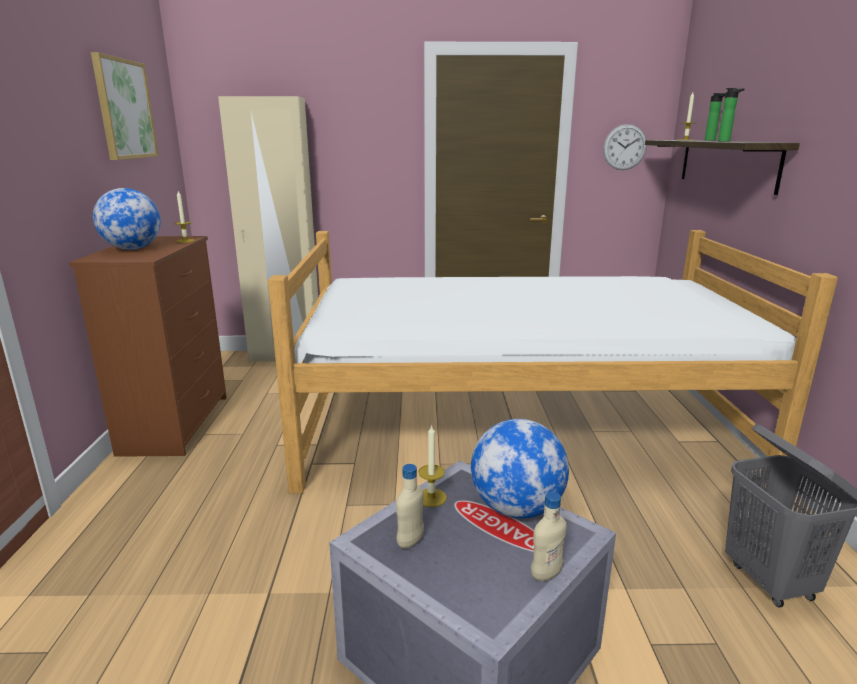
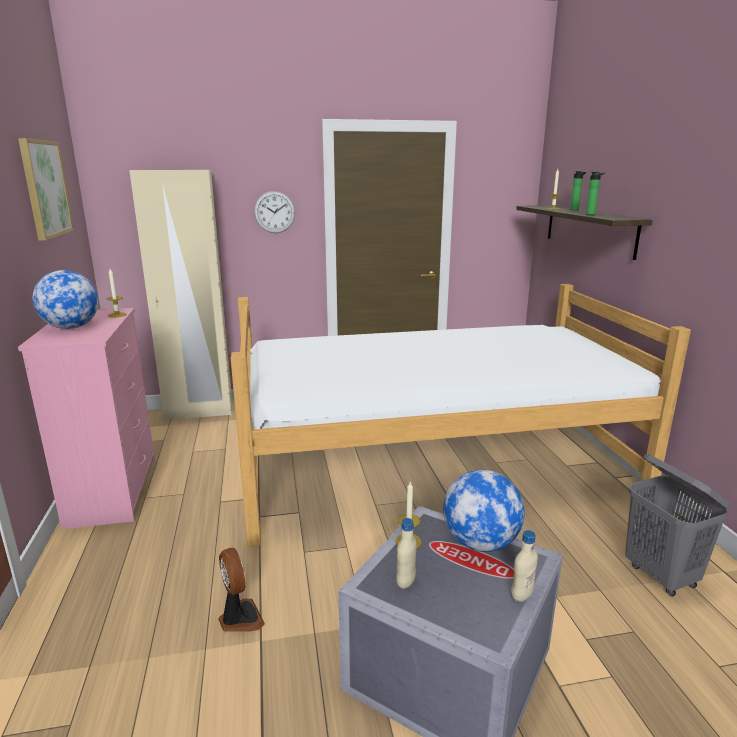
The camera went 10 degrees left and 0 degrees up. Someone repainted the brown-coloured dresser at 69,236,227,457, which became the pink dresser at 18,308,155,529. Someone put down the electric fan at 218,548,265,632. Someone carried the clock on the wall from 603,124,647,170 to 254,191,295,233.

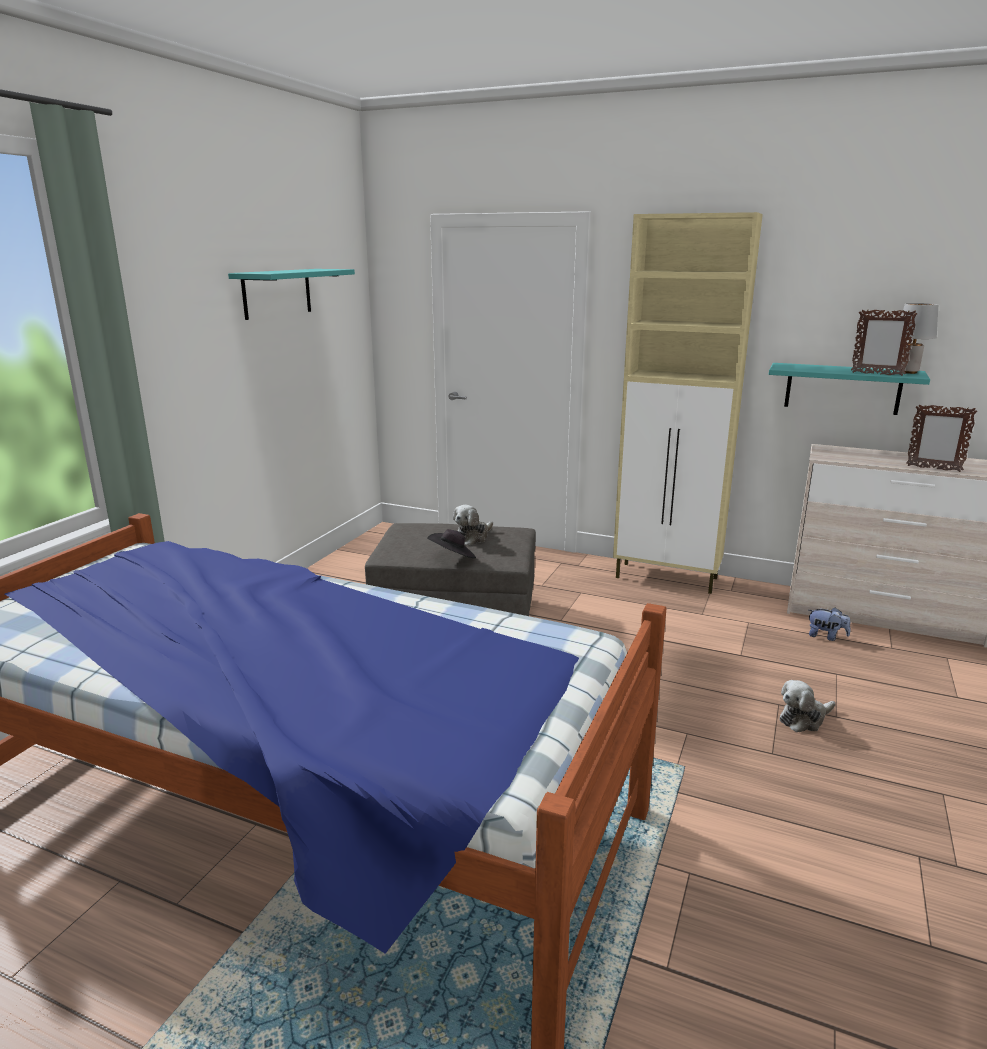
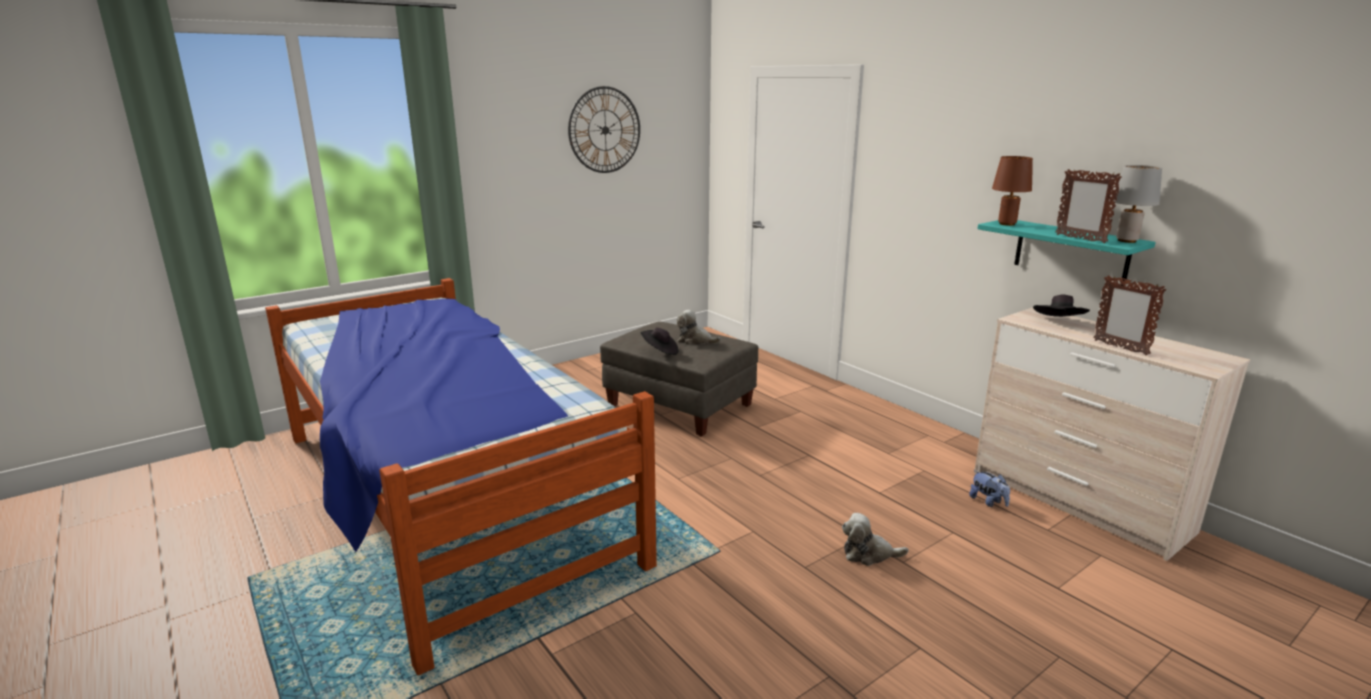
The camera went 30 degrees right and 0 degrees up. Someone swapped the turquoise-coloured shelf at 228,269,355,320 for the clock on the wall at 568,86,640,173. Someone rotated the plush toy at 453,505,493,546 by 45 degrees clockwise. Someone put down the brown-coloured tabletop lamp at 992,156,1033,226. Someone put down the blackish hat at 1033,294,1090,317. Someone took away the beige cupboard at 613,212,763,594.

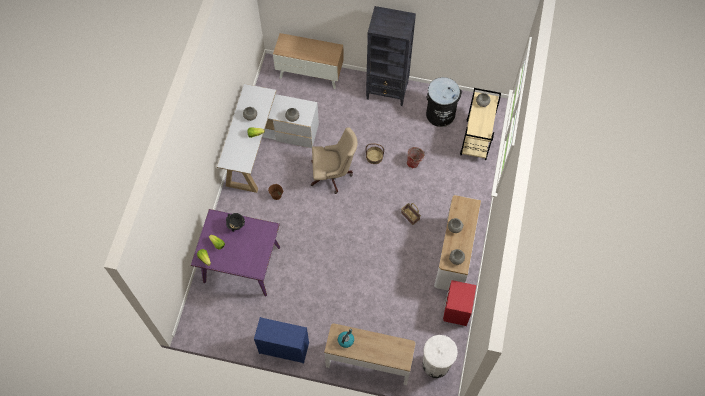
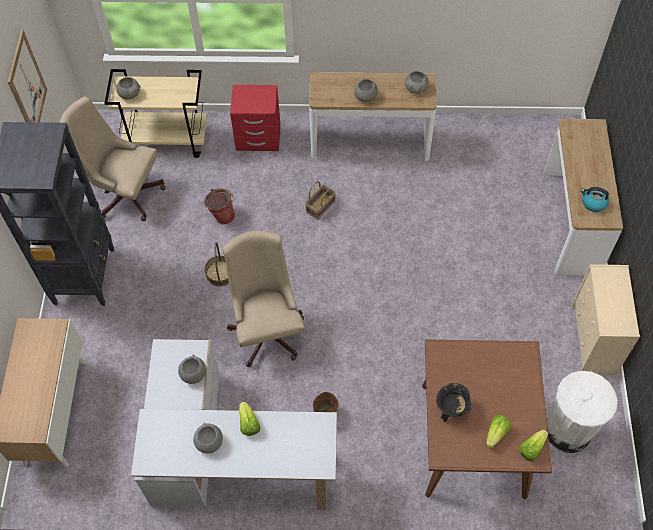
The camera went 100 degrees left and 5 degrees down. Someone put up the wall picture at 8,29,47,122. Someone swapped the blackish trash can at 426,77,462,127 for the beige desk chair at 59,97,166,221. Someone carried the red-coloured bedside table from 443,280,476,326 to 230,85,281,151. Someone repainted the purple-coloured dinner table at 191,209,281,297, which became the brown-coloured dinner table at 422,340,552,500. Someone carried the white trash can from 423,335,458,378 to 547,371,618,453. Someone repainted the bluish dresser at 254,317,309,364, which became the beige dresser at 571,264,640,375.

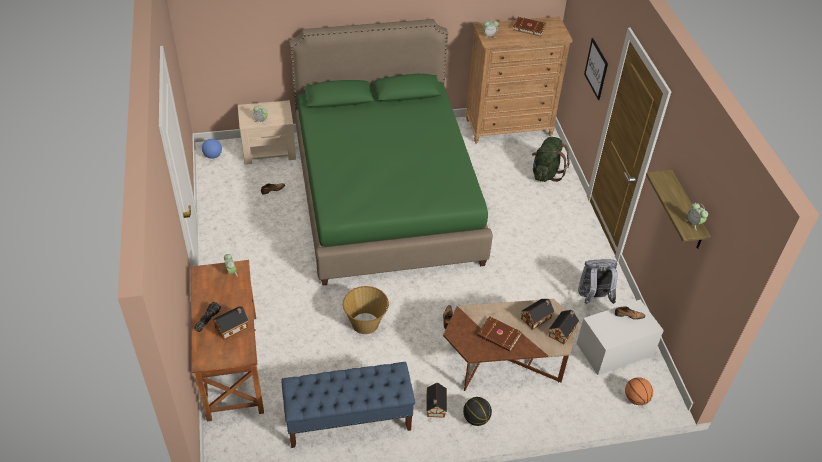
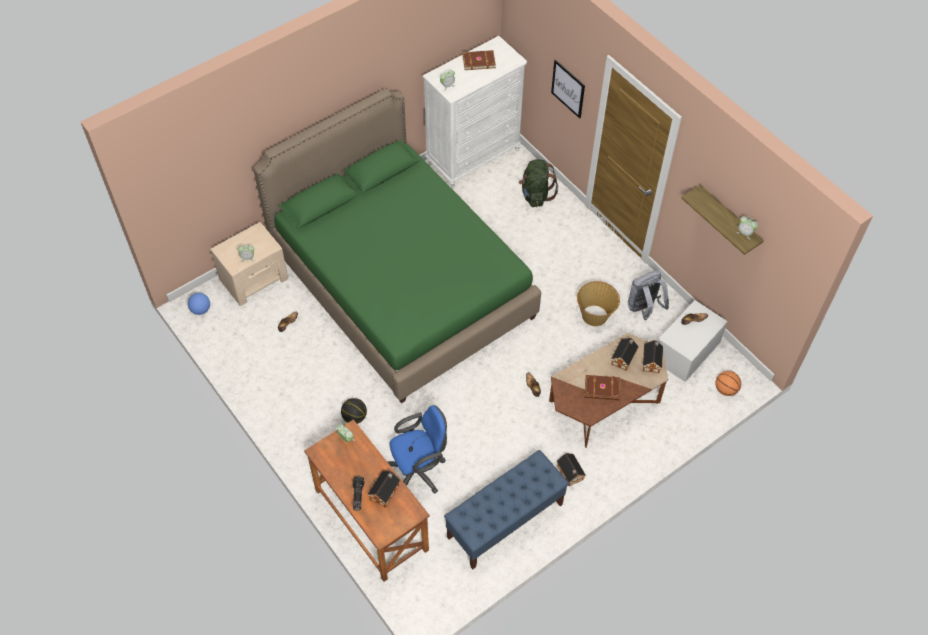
The camera went 25 degrees left and 10 degrees up. Someone carried the basketball from 463,397,492,426 to 341,398,367,424. Someone put down the bluish desk chair at 387,405,447,494. Someone repainted the brown-coloured dresser at 465,16,572,144, which became the white dresser at 422,36,527,188. Someone carried the household basket from 343,286,389,334 to 577,281,620,326.

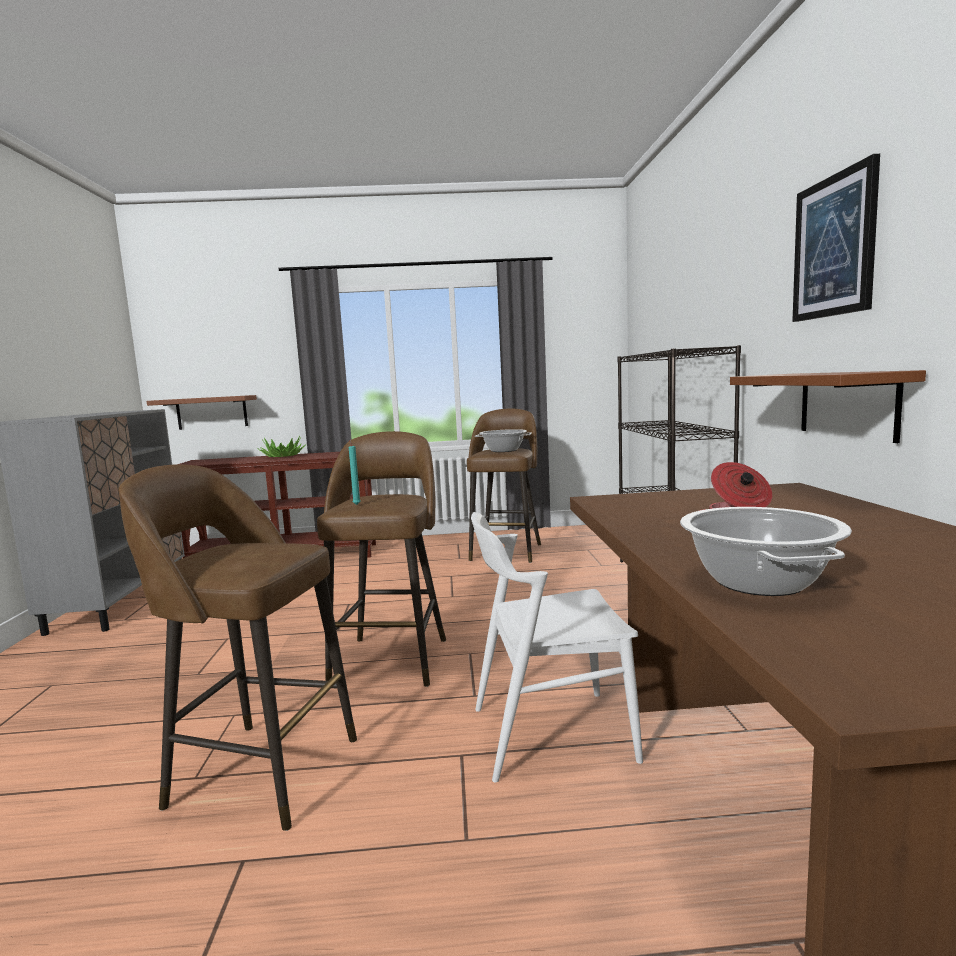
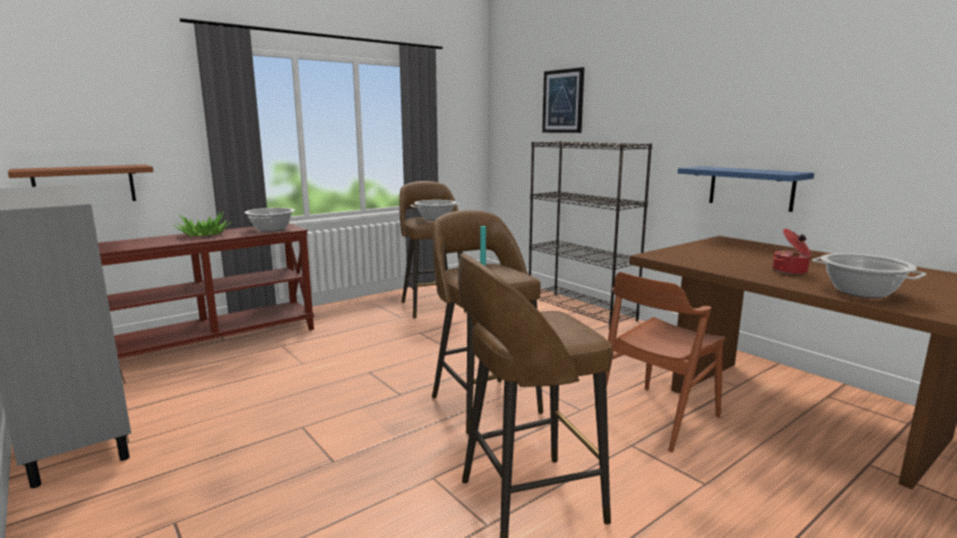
The camera went 35 degrees left and 5 degrees up. Someone put down the stockpot at 244,208,295,232. Someone carried the wall picture from 792,154,880,322 to 542,67,584,133. Someone repainted the white chair at 471,512,643,783, which became the brown-coloured chair at 606,272,726,452. Someone repainted the brown-coloured shelf at 730,370,926,443, which became the bluish shelf at 678,166,814,212.

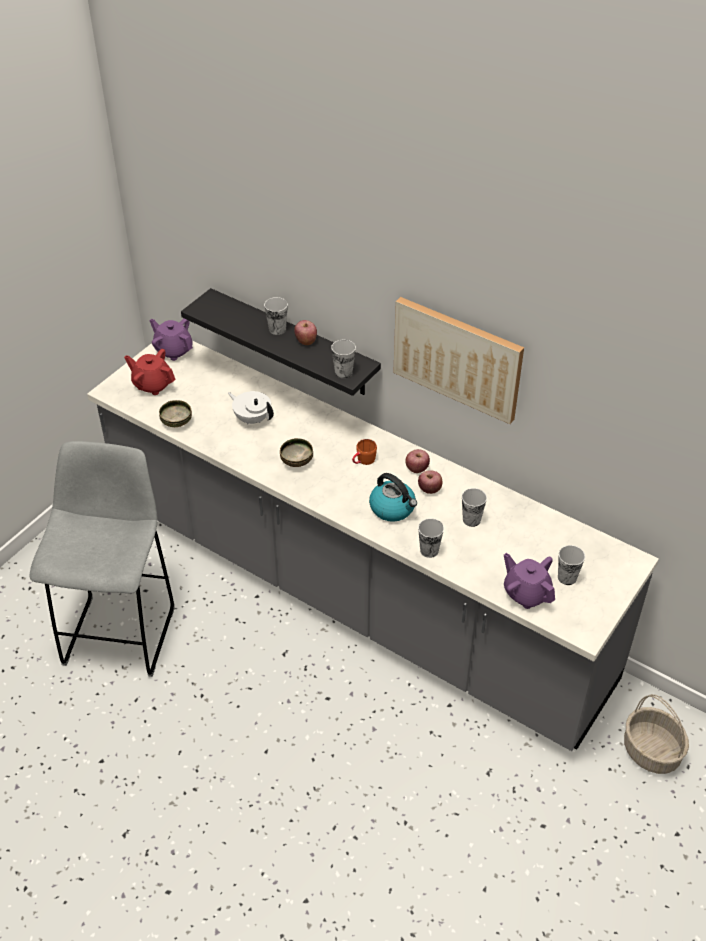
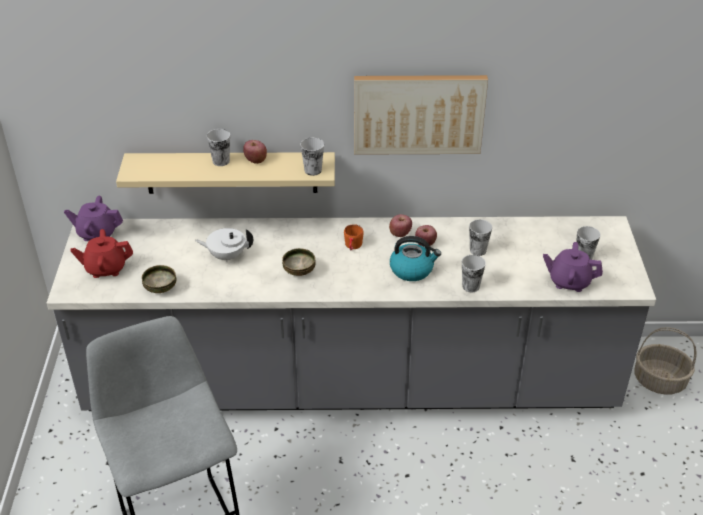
The camera went 35 degrees left and 5 degrees down. Someone repainted the blackish shelf at 181,288,381,396, which became the beige shelf at 116,152,335,194.

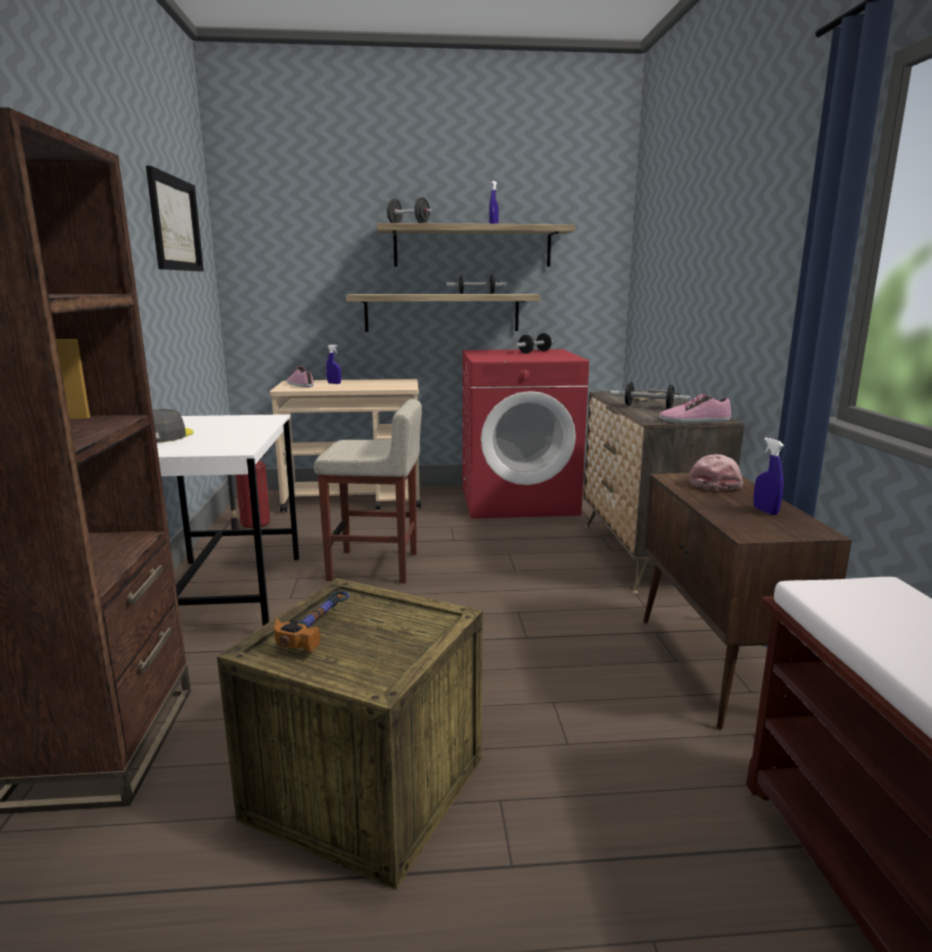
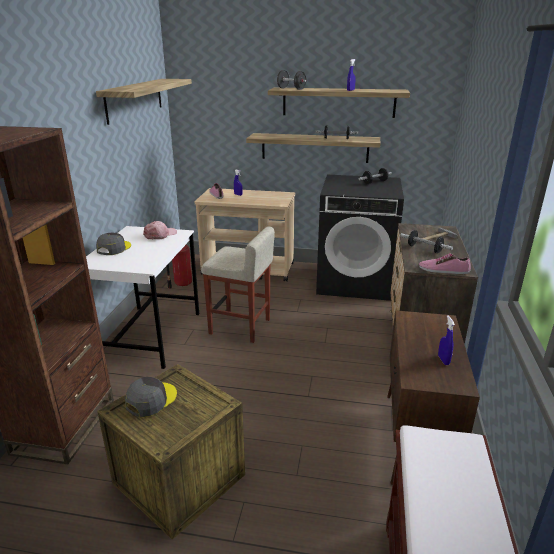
The camera went 15 degrees right and 10 degrees up. Someone swapped the wall picture at 146,166,204,271 for the shelf at 96,79,192,125. Someone swapped the hand hammer at 274,591,350,653 for the greyish cap at 125,377,177,417. Someone carried the pink cap from 689,454,744,491 to 143,221,177,239. Someone repainted the red-coloured washing machine at 462,349,589,519, which became the blackish washing machine at 316,175,404,301.

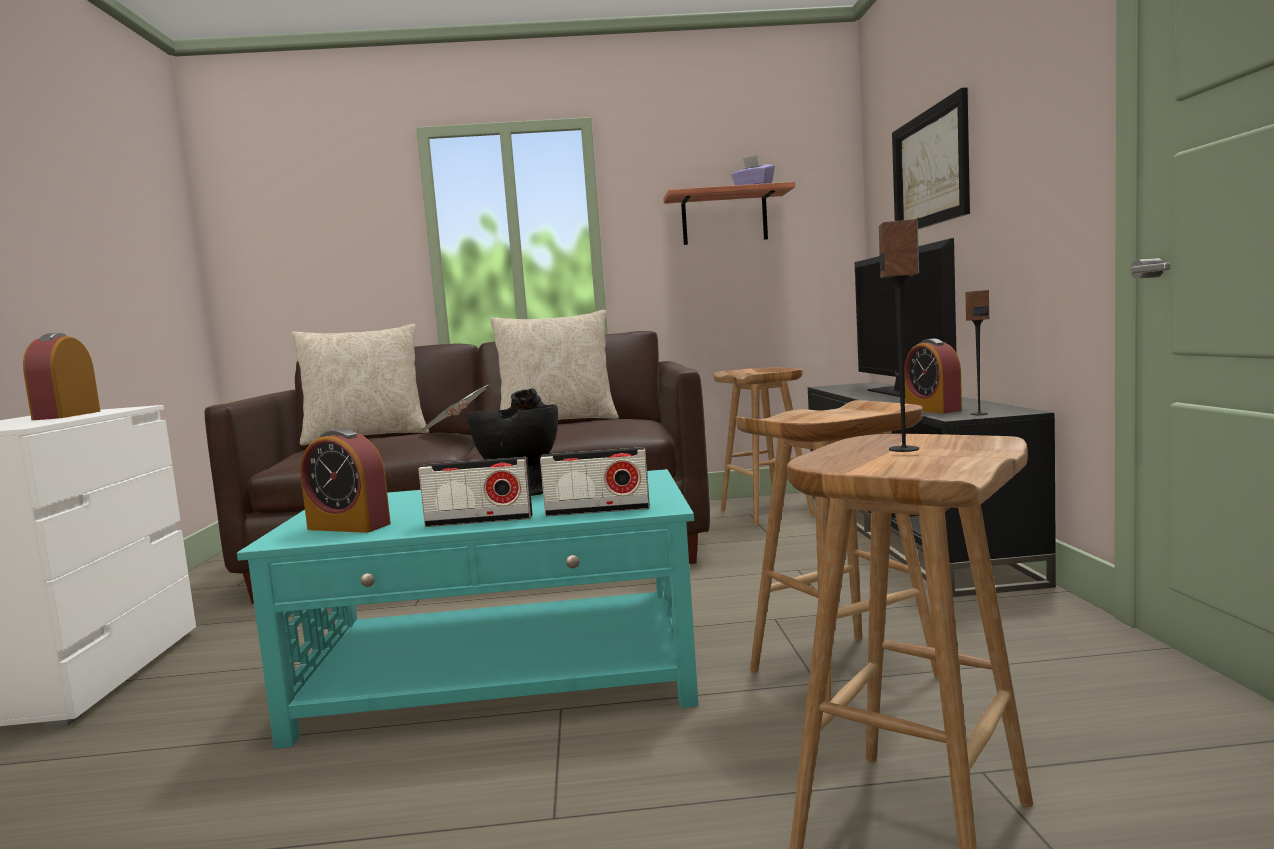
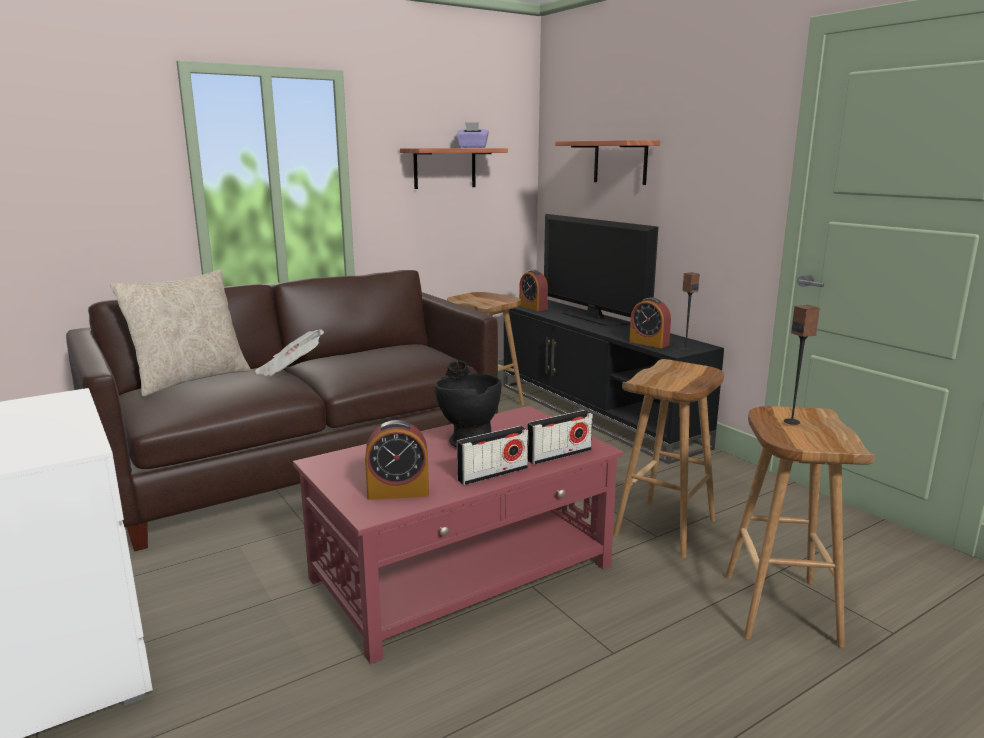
The camera went 30 degrees left and 10 degrees up. Someone repainted the turquoise-coloured lounge table at 237,469,699,749, which became the red-coloured lounge table at 293,406,623,664. Someone carried the alarm clock from 23,333,100,420 to 519,270,548,311. Someone swapped the wall picture at 892,87,970,230 for the shelf at 555,140,660,185. Someone took away the beige pillow at 490,310,619,420.

